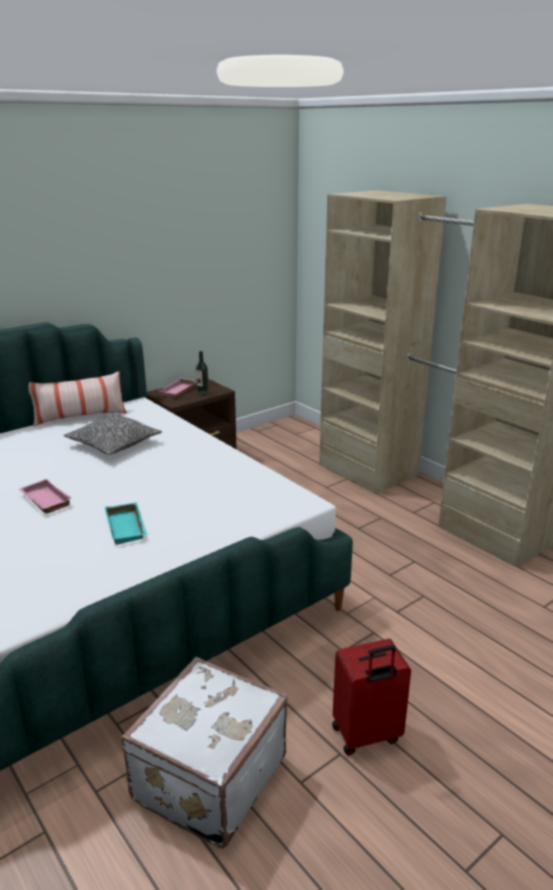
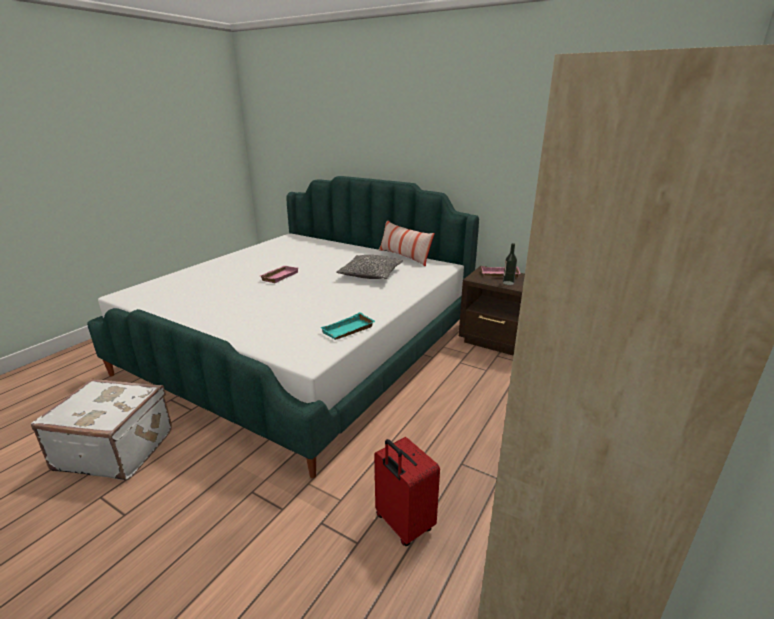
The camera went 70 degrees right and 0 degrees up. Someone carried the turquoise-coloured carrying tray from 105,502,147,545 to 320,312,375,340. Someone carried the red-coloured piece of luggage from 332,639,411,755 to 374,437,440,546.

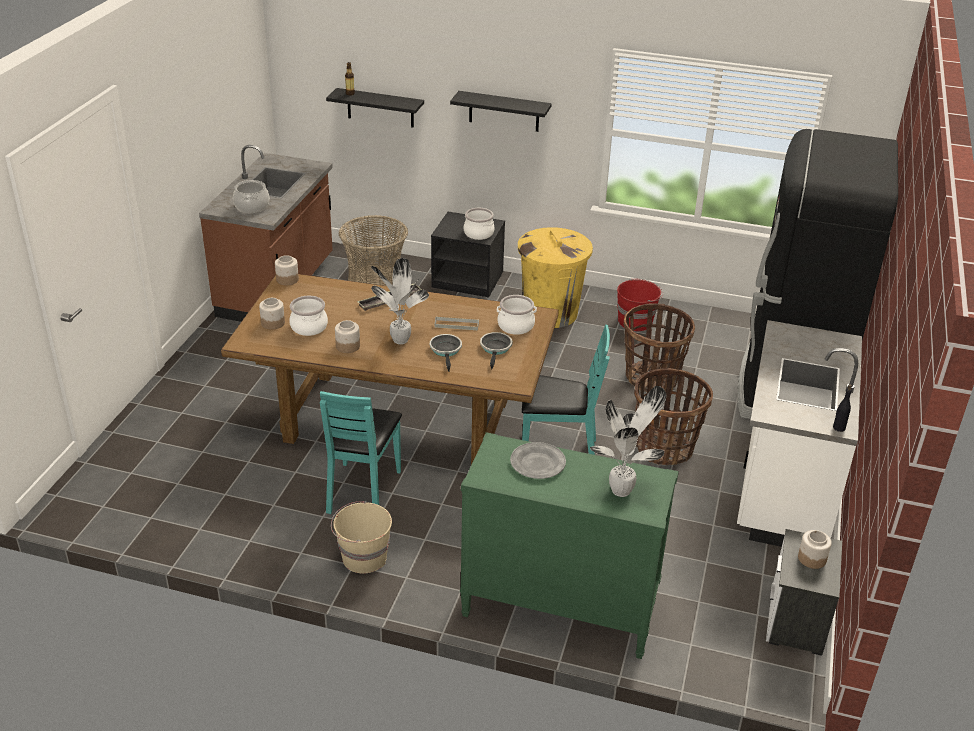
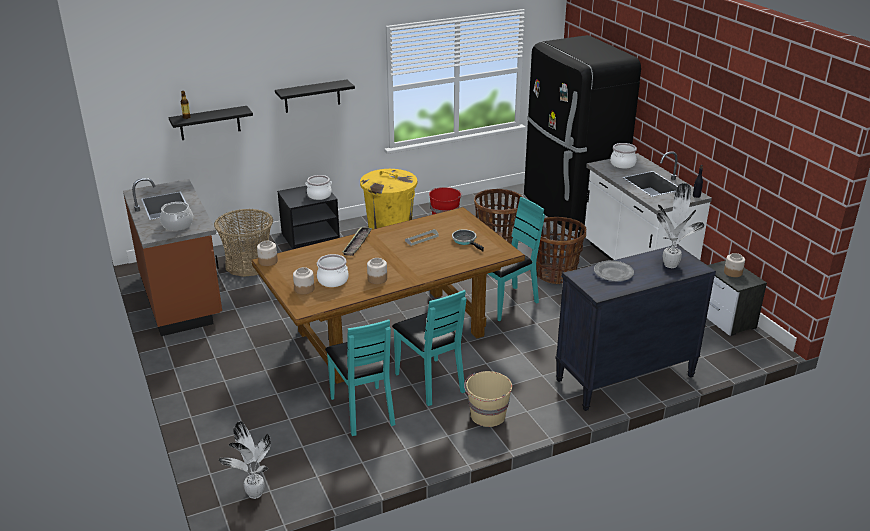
The camera went 40 degrees left and 5 degrees down. Someone carried the houseplant from 371,258,429,344 to 219,421,271,499. Someone put down the turquoise-coloured chair at 325,320,395,436. Someone repainted the green-coloured dresser at 460,432,679,659, which became the blackish dresser at 555,244,716,411. Someone carried the stockpot from 497,295,537,335 to 610,143,637,169. Someone took away the skillet at 430,334,462,372.

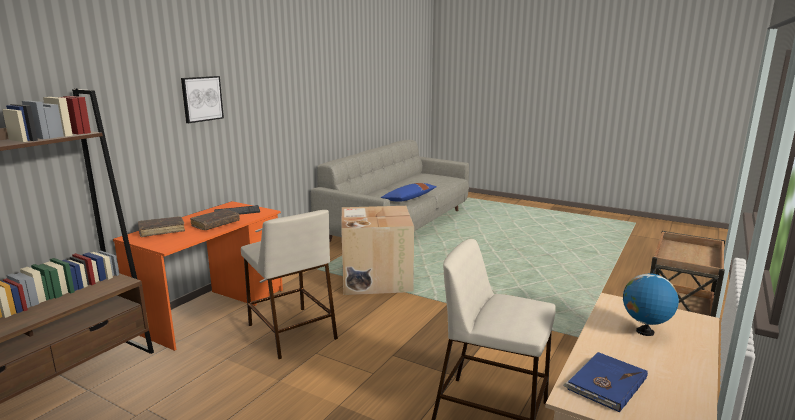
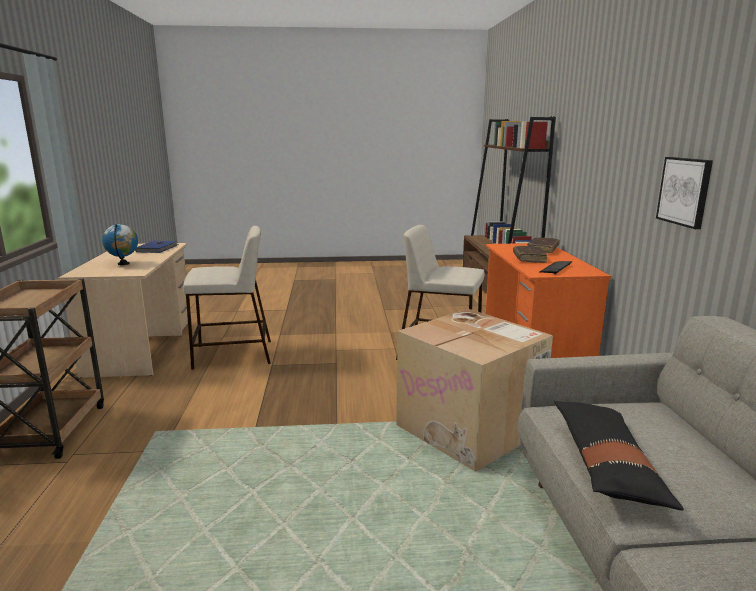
The camera went 145 degrees right and 0 degrees up. Someone repainted the bluish pillow at 381,183,437,202, which became the blackish pillow at 554,401,684,510. Someone carried the wall picture from 181,76,224,123 to 656,157,713,229.

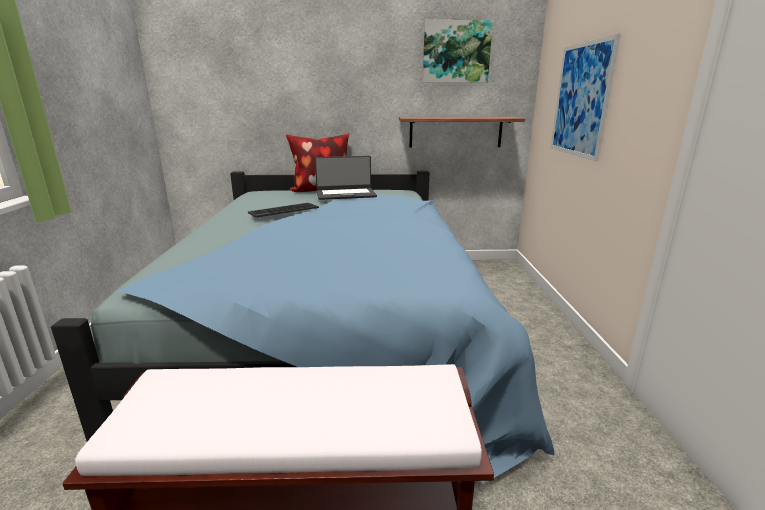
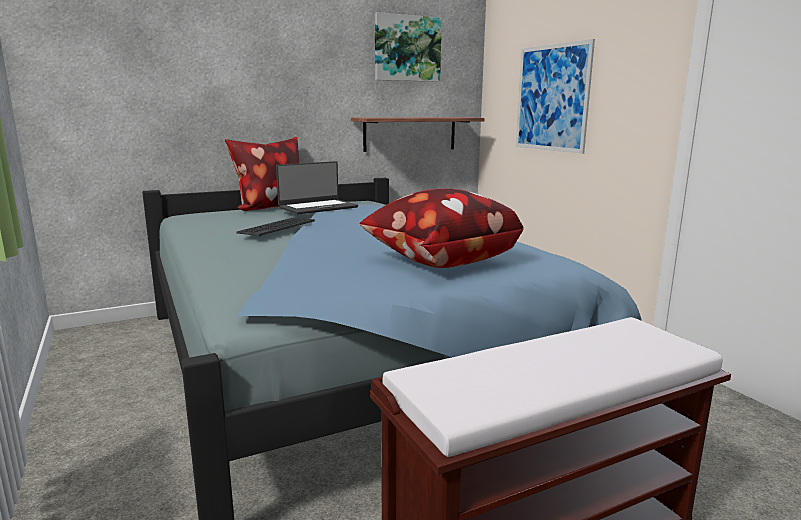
The camera went 25 degrees left and 5 degrees down. Someone put down the pillow at 359,189,524,268.

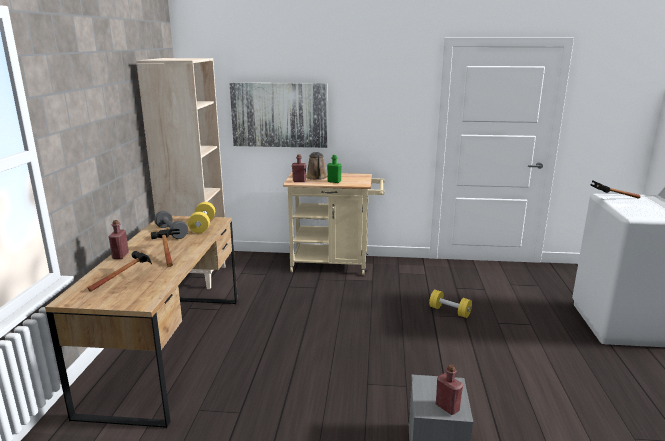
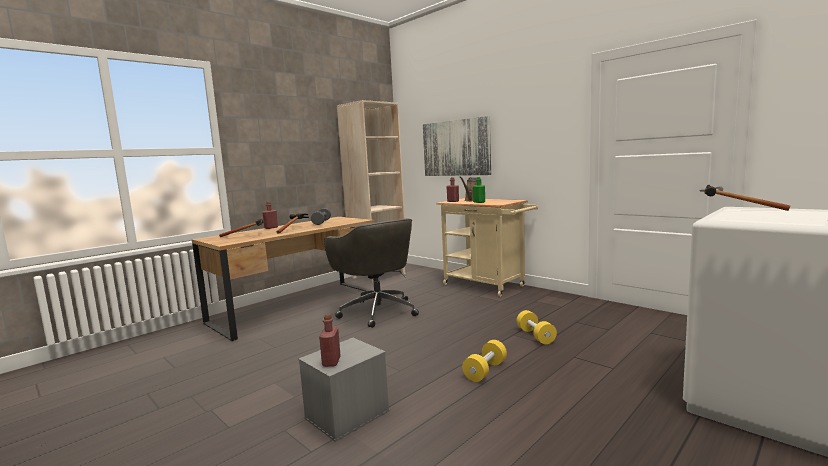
The camera went 40 degrees right and 10 degrees down. Someone put down the greyish desk chair at 324,218,419,328. Someone carried the yellow-coloured dumbbell from 188,202,215,233 to 462,340,507,382.

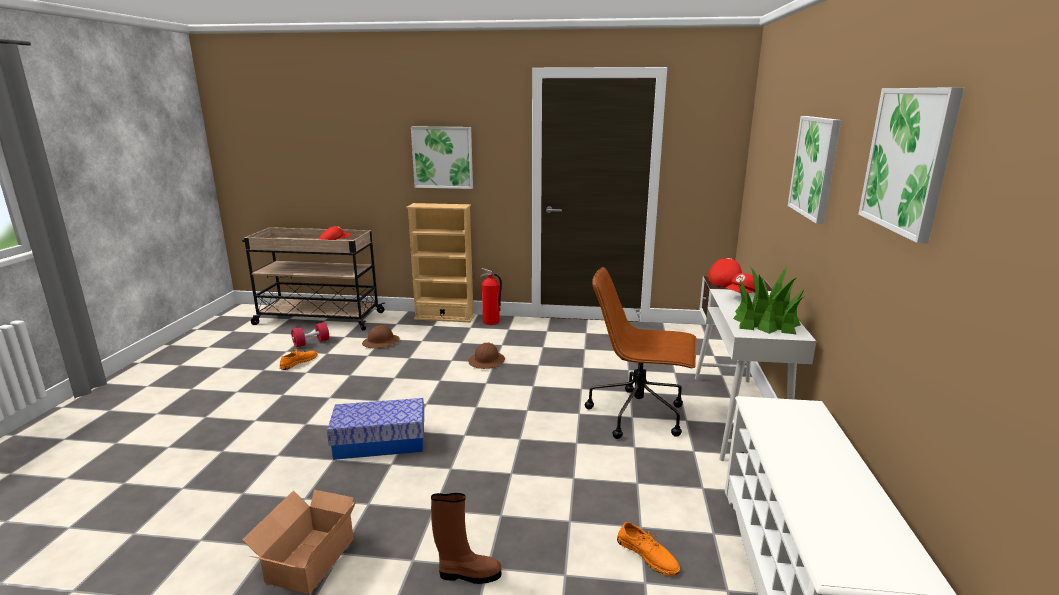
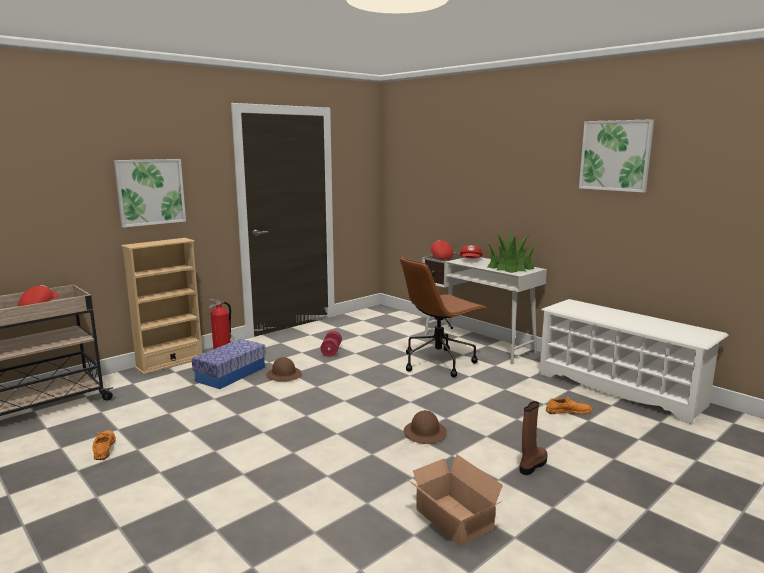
The camera went 50 degrees left and 5 degrees down. Someone carried the storage box from 327,398,424,460 to 192,339,266,389. Someone carried the red-coloured dumbbell from 291,322,329,347 to 321,331,342,357. Someone carried the brown-coloured work helmet from 362,325,400,348 to 404,410,447,444. Someone took away the wall picture at 788,116,841,224.

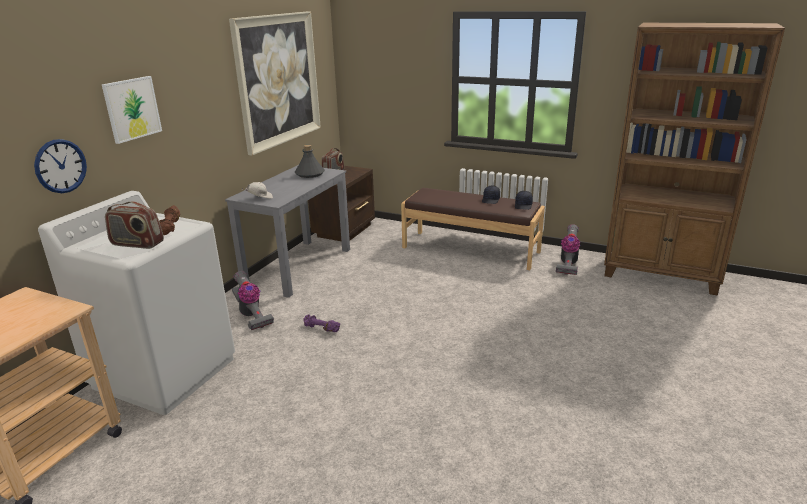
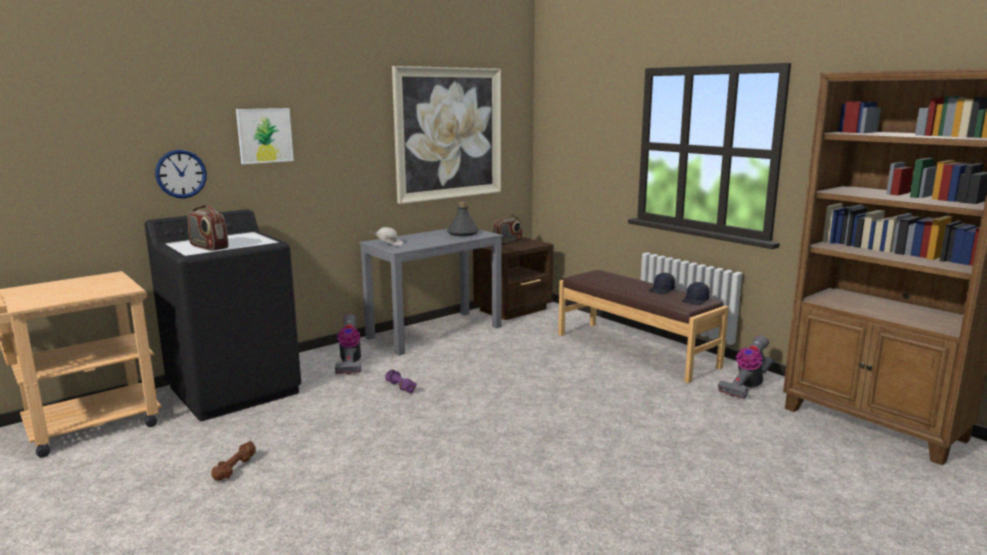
The camera went 25 degrees right and 10 degrees down. Someone repainted the white washing machine at 38,191,235,415, which became the blackish washing machine at 144,209,301,421. Someone carried the brown-coloured dumbbell from 159,205,180,235 to 211,441,256,481.

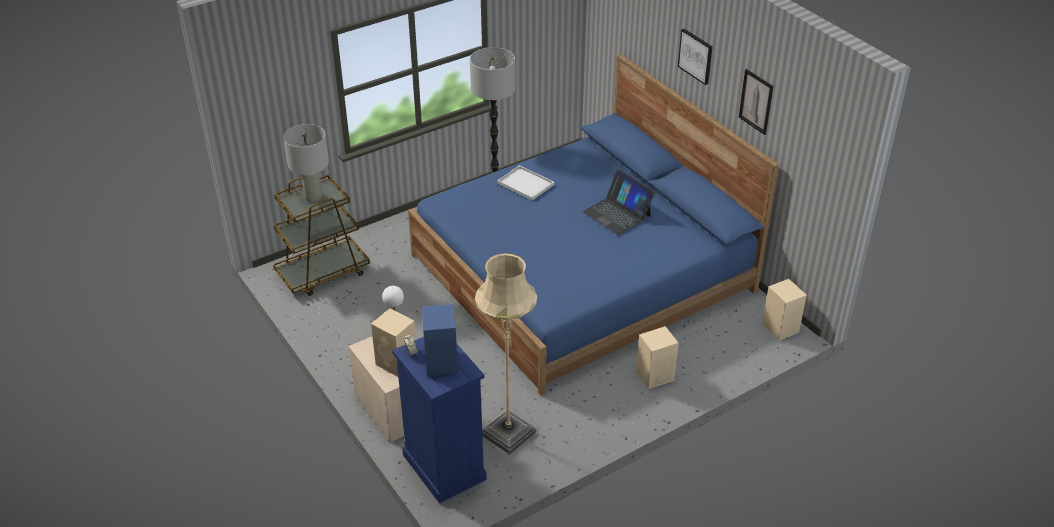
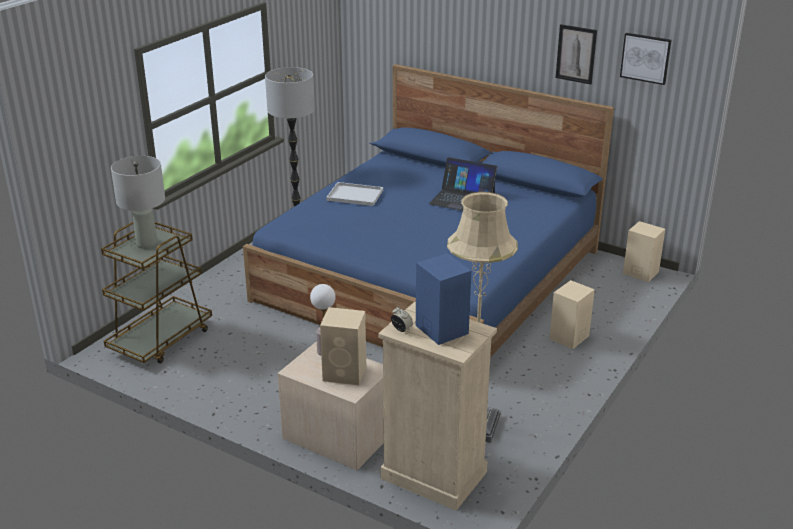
The camera went 25 degrees left and 10 degrees down. Someone repainted the bluish dresser at 392,337,487,503, which became the beige dresser at 378,302,497,511. Someone carried the wall picture from 678,29,713,85 to 620,33,672,85.

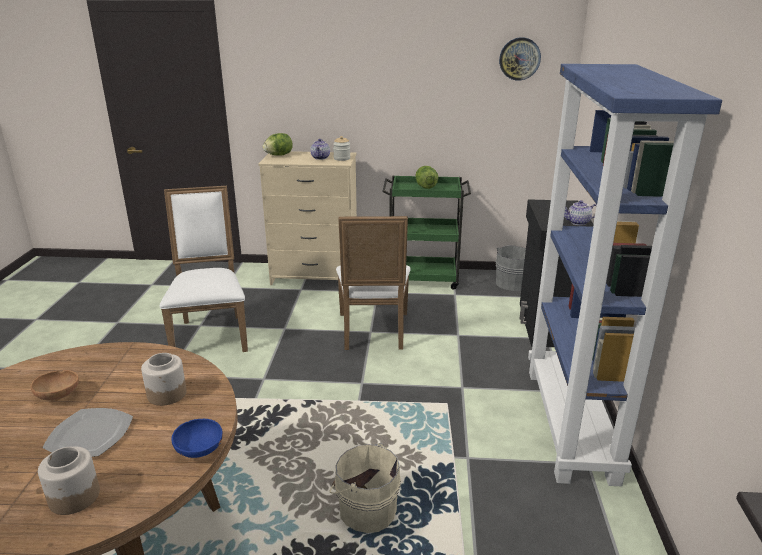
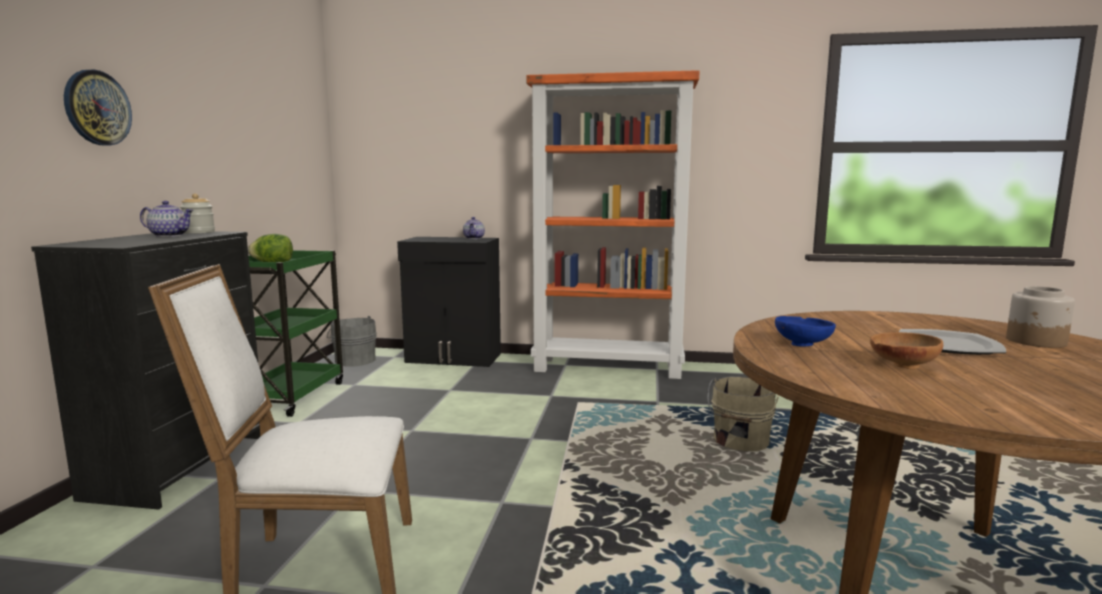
The camera went 85 degrees left and 15 degrees down. Someone repainted the beige dresser at 258,151,357,285, which became the blackish dresser at 31,231,260,510. Someone carried the clock on the wall from 499,37,541,80 to 64,70,132,146. Someone repainted the bluish bookshelf at 528,64,722,487, which became the orange-coloured bookshelf at 526,70,699,379. Someone carried the bluish bowl from 172,419,223,458 to 775,316,836,347. Someone took away the preserve jar at 141,353,187,406. Someone took away the lettuce head at 263,133,293,156. Someone took away the white chair at 336,216,411,350.

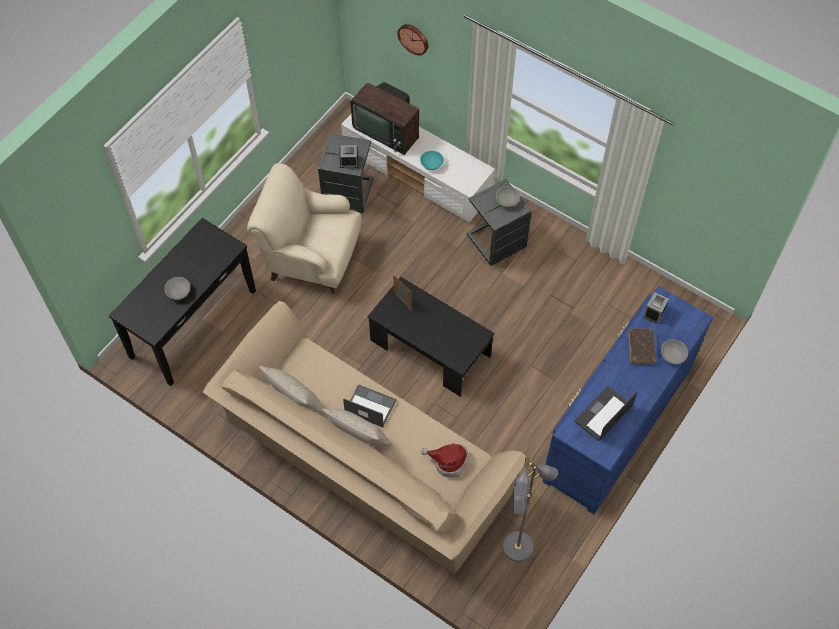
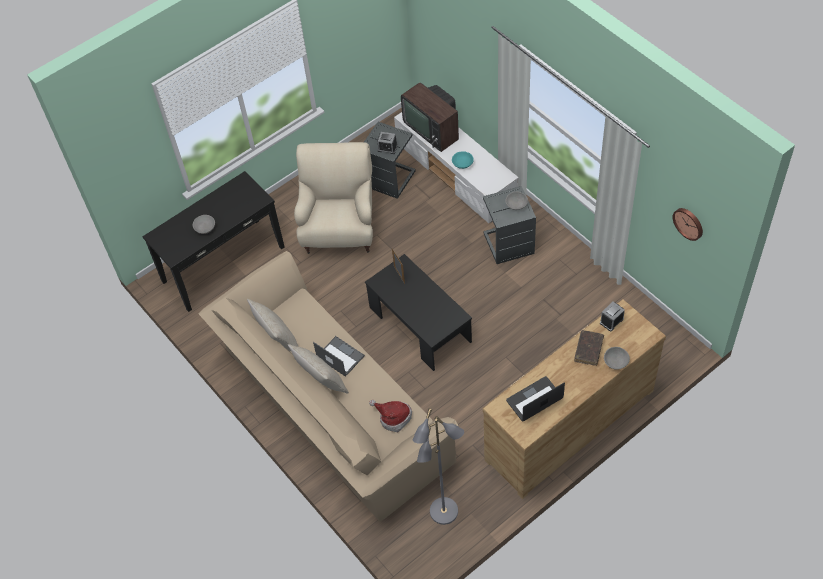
The camera went 20 degrees right and 5 degrees down. Someone rotated the beige armchair at 247,163,362,294 by 60 degrees clockwise. Someone repainted the bluish dresser at 543,286,713,514, which became the brown-coloured dresser at 483,299,666,499. Someone carried the clock on the wall from 397,24,428,55 to 673,208,703,241.

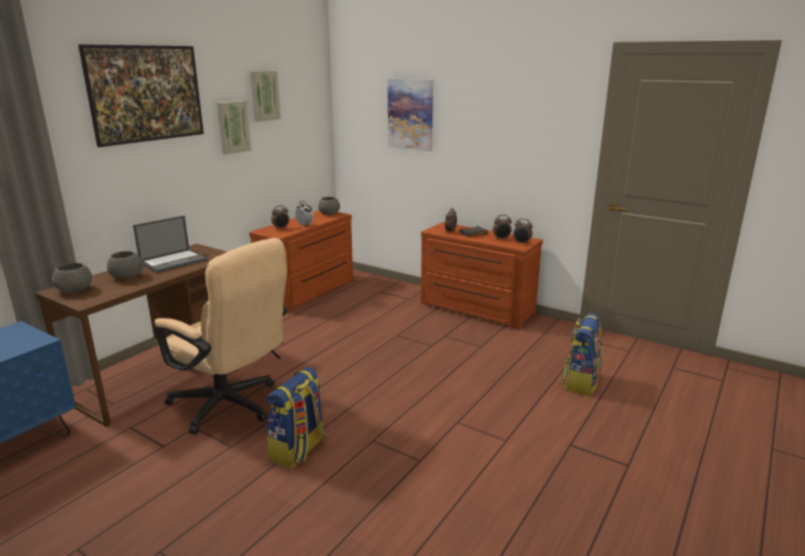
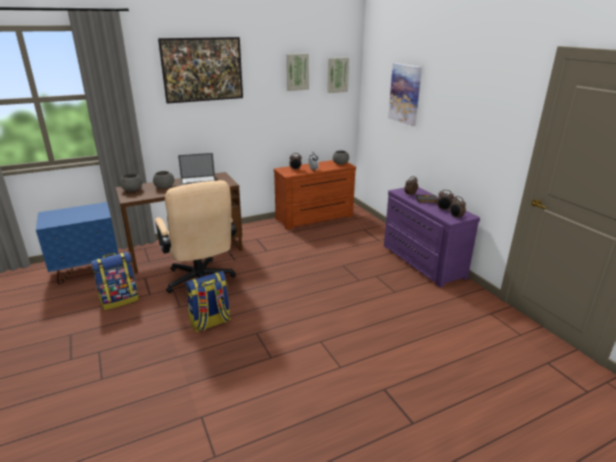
The camera went 30 degrees right and 5 degrees up. Someone carried the backpack from 561,313,603,396 to 91,252,139,310. Someone carried the wall picture from 217,101,251,155 to 327,57,349,93. Someone repainted the brown-coloured dresser at 421,222,543,329, which became the purple-coloured dresser at 384,187,480,287.

